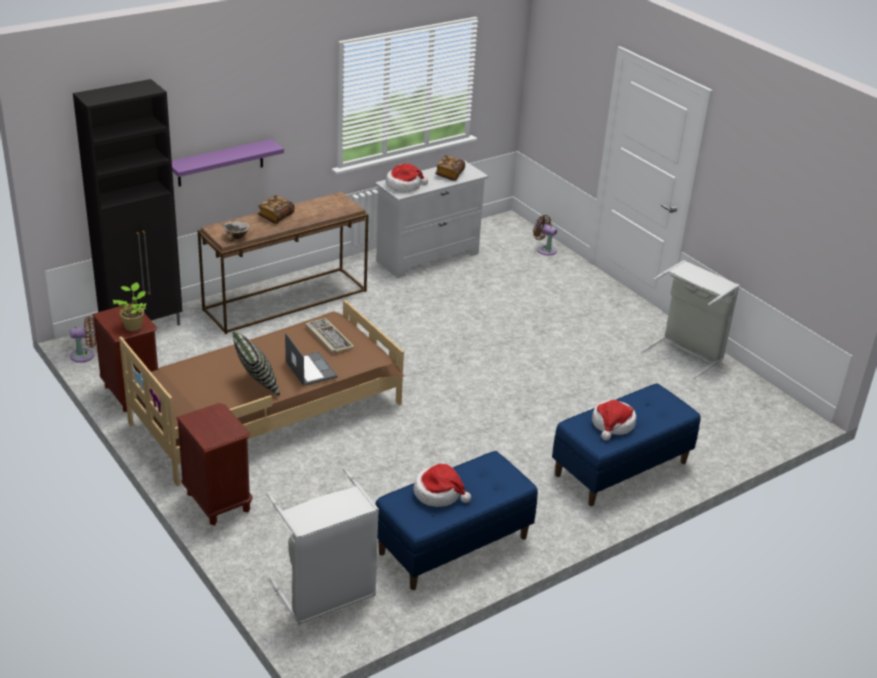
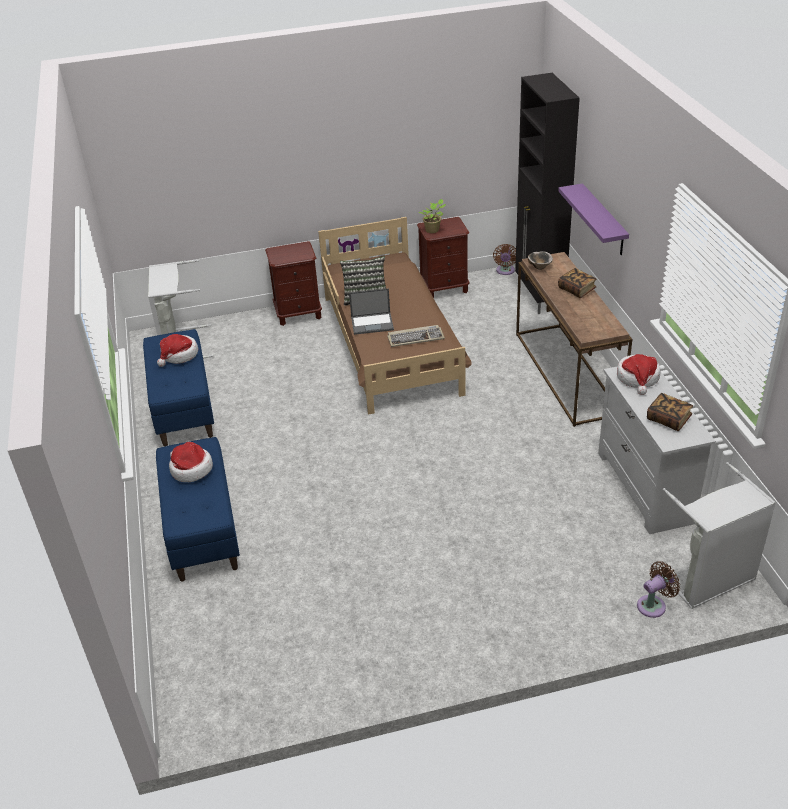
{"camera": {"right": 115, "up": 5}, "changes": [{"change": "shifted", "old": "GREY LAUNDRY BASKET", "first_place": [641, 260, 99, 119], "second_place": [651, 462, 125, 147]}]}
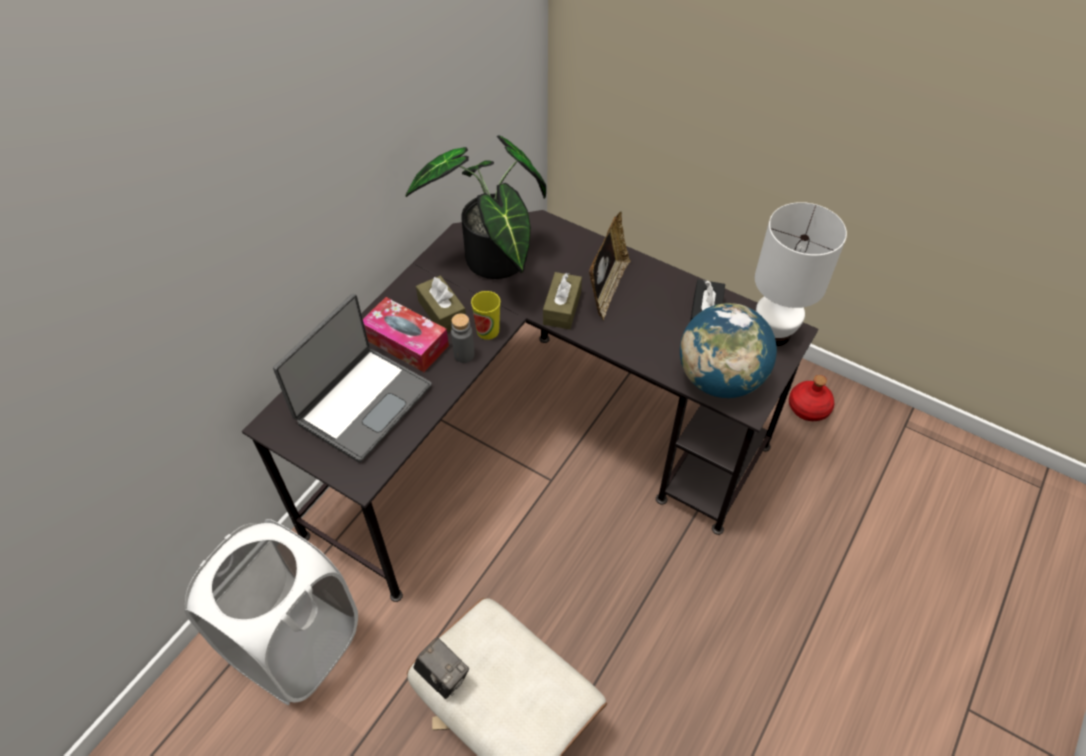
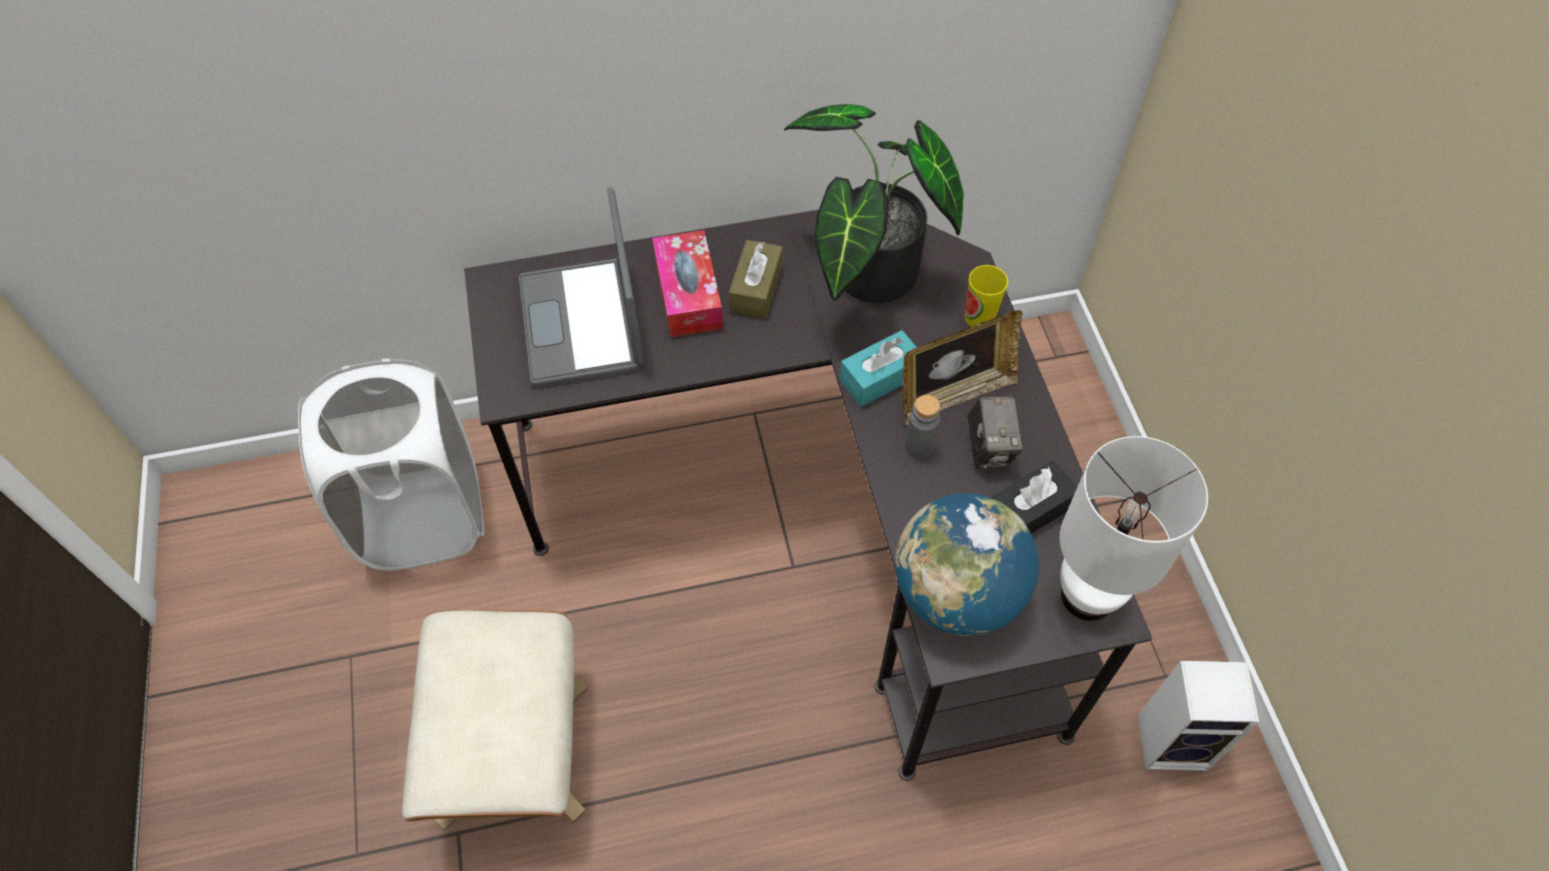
{"camera": {"right": 45, "up": 5}, "changes": [{"change": "rotated", "old": "LAPTOP", "first_place": [273, 294, 159, 168], "second_place": [519, 187, 125, 200], "degrees": 90}, {"change": "shifted", "old": "PHOTO CAMERA", "first_place": [414, 637, 55, 62], "second_place": [967, 396, 56, 73]}, {"change": "shifted", "old": "GREY BOTTLE", "first_place": [451, 313, 24, 50], "second_place": [905, 395, 35, 64]}, {"change": "shifted", "old": "CUP", "first_place": [471, 291, 29, 49], "second_place": [965, 265, 43, 62]}, {"change": "repainted", "old": "BROWN TISSUE BOX", "new": "TURQUOISE TISSUE BOX", "first_place": [543, 272, 39, 57], "second_place": [840, 330, 77, 77]}, {"change": "swapped", "old": "RED BOTTLE", "new": "SPEAKER", "first_place": [789, 375, 46, 46], "second_place": [1138, 661, 121, 110]}]}
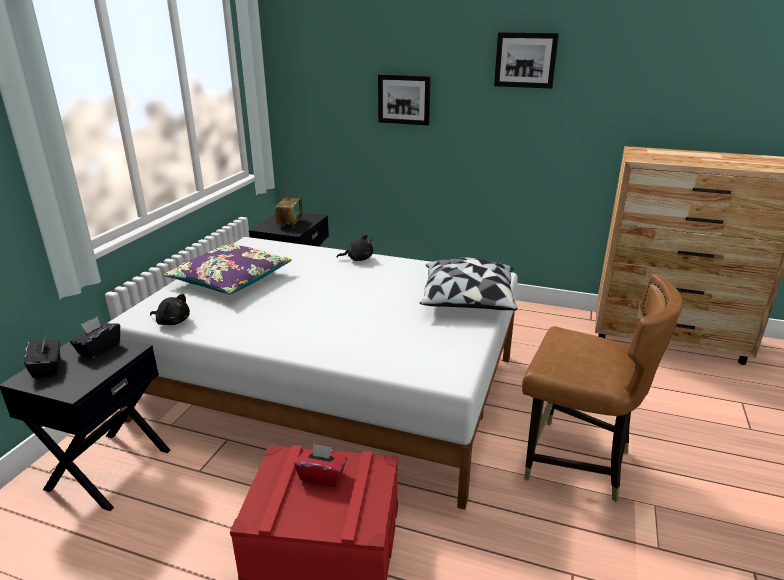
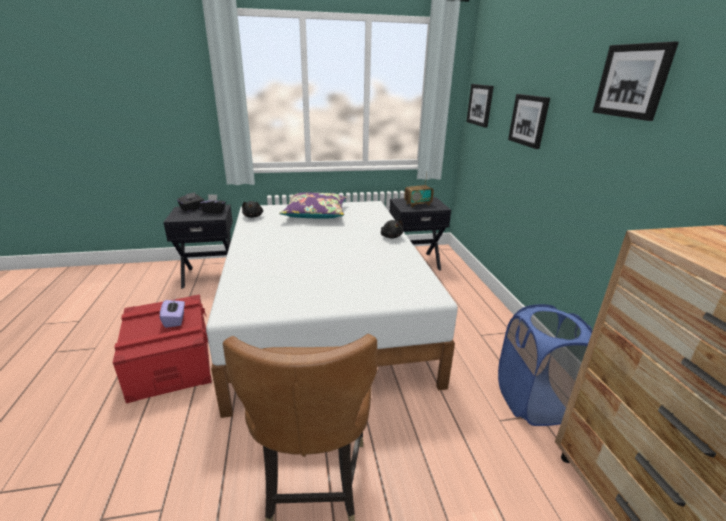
{"camera": {"right": 60, "up": 0}, "changes": [{"change": "repainted", "old": "RED TISSUE BOX", "new": "PURPLE TISSUE BOX", "first_place": [294, 443, 53, 44], "second_place": [160, 299, 25, 29]}, {"change": "gone", "old": "PILLOW", "first_place": [420, 258, 98, 52]}, {"change": "new", "new": "PICTURE", "second_place": [466, 84, 28, 44]}, {"change": "new", "new": "BLUE LAUNDRY BASKET", "second_place": [498, 304, 94, 122]}]}
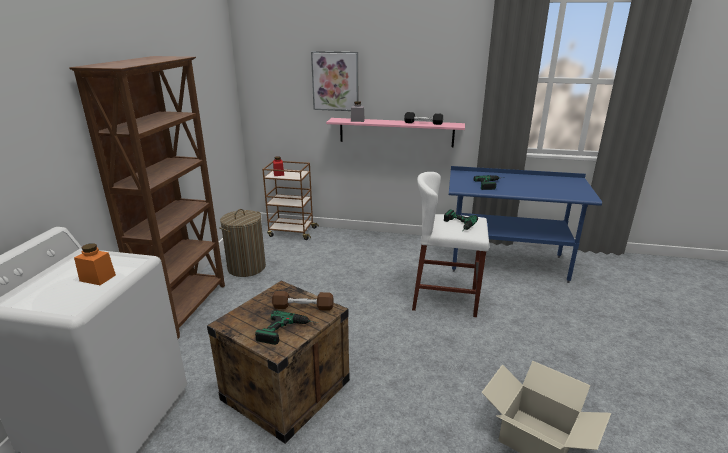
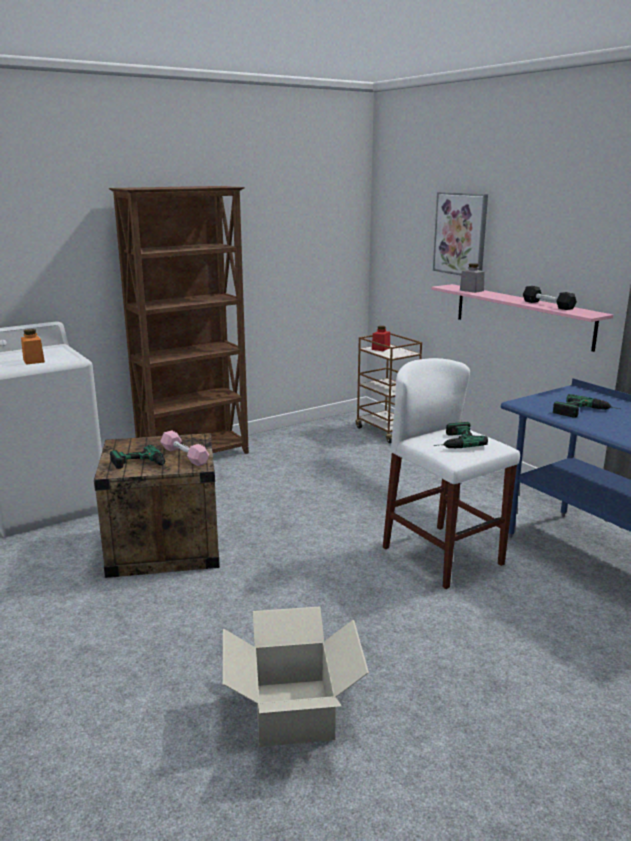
{"camera": {"right": 45, "up": -5}, "changes": [{"change": "gone", "old": "LAUNDRY BASKET", "first_place": [219, 209, 47, 68]}, {"change": "repainted", "old": "BROWN DUMBBELL", "new": "PINK DUMBBELL", "first_place": [272, 291, 62, 20], "second_place": [160, 430, 49, 36]}]}
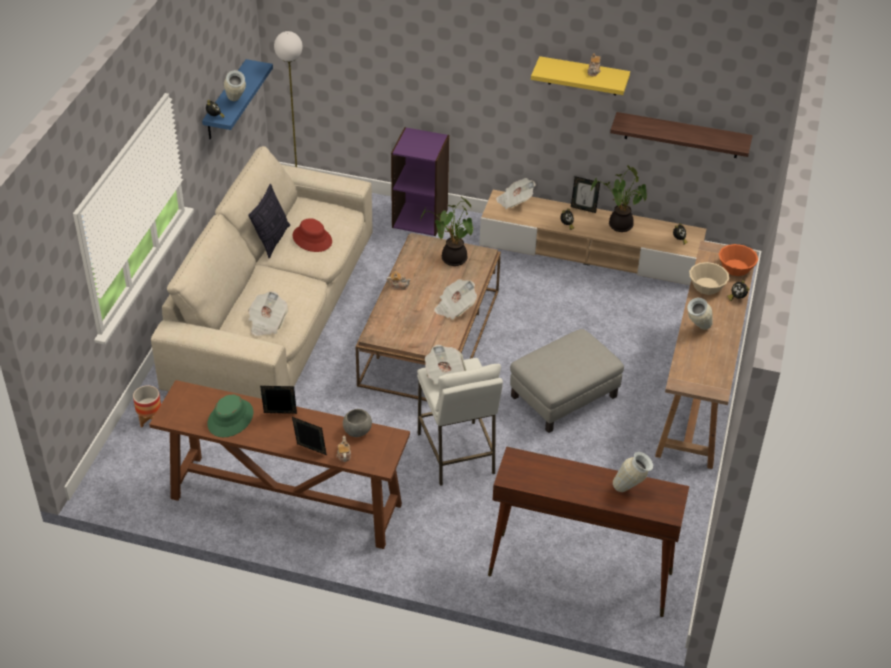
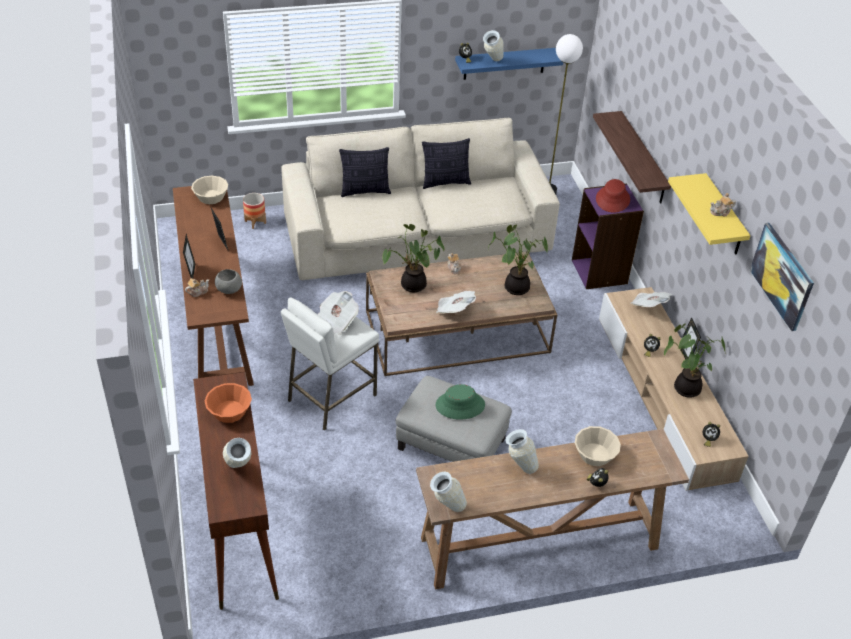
{"camera": {"right": 60, "up": 0}, "changes": [{"change": "shifted", "old": "GREEN HAT", "first_place": [207, 394, 46, 43], "second_place": [436, 384, 49, 36]}, {"change": "gone", "old": "NEWSPAPER", "first_place": [248, 291, 40, 45]}, {"change": "shifted", "old": "RED HAT", "first_place": [292, 218, 40, 34], "second_place": [596, 179, 34, 33]}, {"change": "shifted", "old": "SHELF", "first_place": [610, 112, 143, 46], "second_place": [593, 111, 78, 93]}, {"change": "shifted", "old": "ORANGE BOWL", "first_place": [719, 244, 39, 32], "second_place": [204, 383, 48, 40]}, {"change": "new", "new": "BEIGE BOWL", "second_place": [191, 176, 37, 28]}, {"change": "new", "new": "PILLOW", "second_place": [339, 147, 52, 50]}, {"change": "new", "new": "POTTED PLANT", "second_place": [382, 224, 63, 68]}, {"change": "new", "new": "VASE", "second_place": [430, 471, 37, 41]}, {"change": "new", "new": "PICTURE", "second_place": [750, 223, 64, 108]}]}
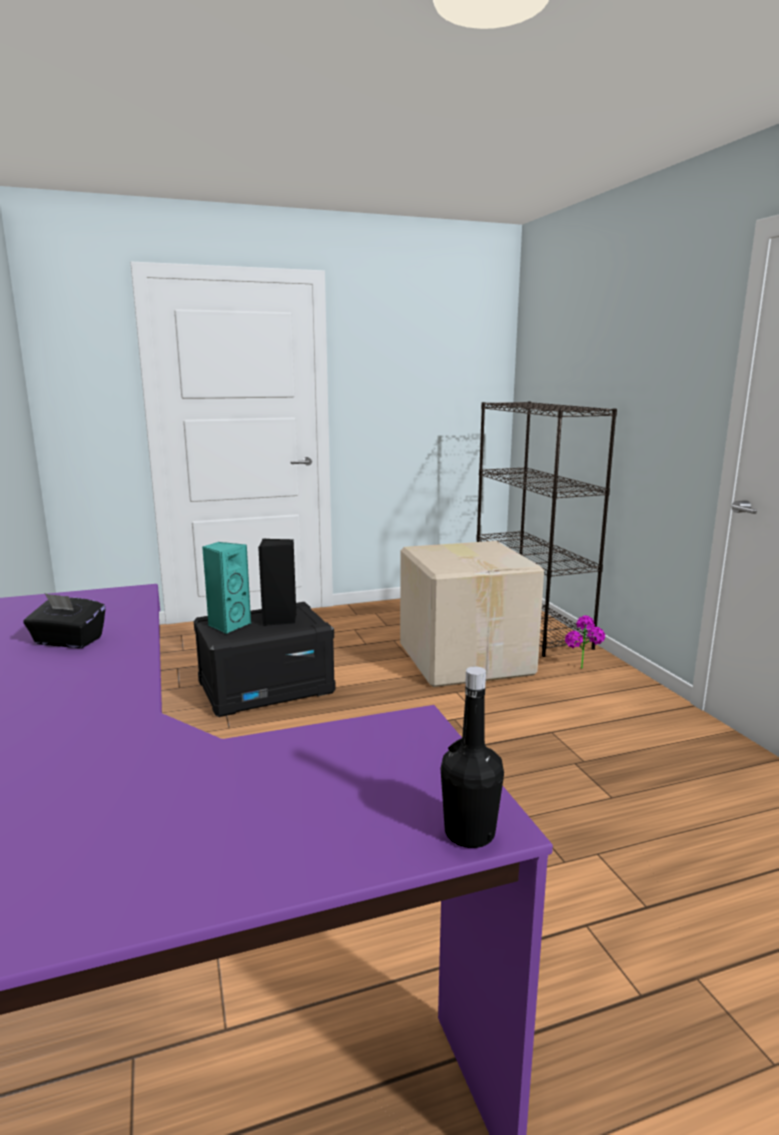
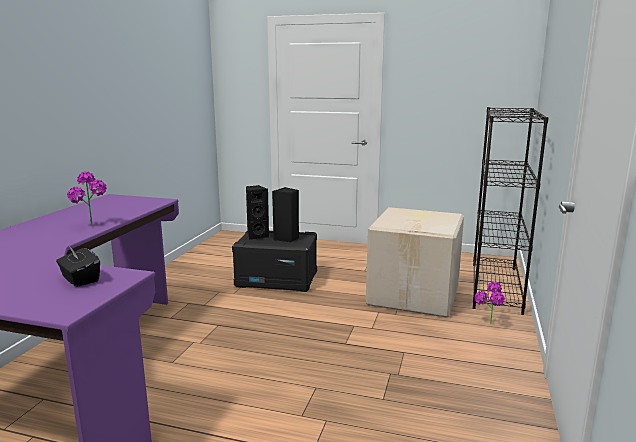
{"camera": {"right": 35, "up": 0}, "changes": [{"change": "shifted", "old": "BLACK TISSUE BOX", "first_place": [23, 593, 83, 55], "second_place": [56, 246, 44, 41]}, {"change": "repainted", "old": "TURQUOISE SPEAKER", "new": "BLACK SPEAKER", "first_place": [202, 542, 49, 92], "second_place": [246, 185, 23, 55]}, {"change": "gone", "old": "BLACK BOTTLE", "first_place": [440, 666, 64, 182]}, {"change": "new", "new": "POTTED PLANT", "second_place": [67, 172, 40, 52]}]}
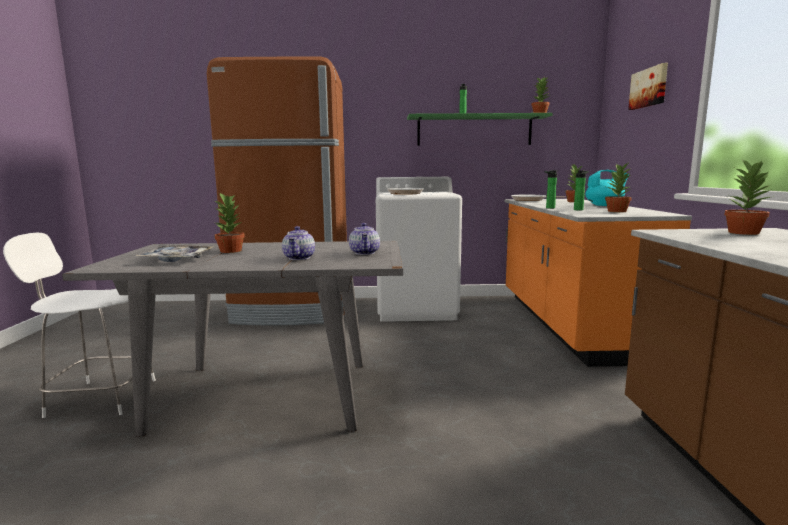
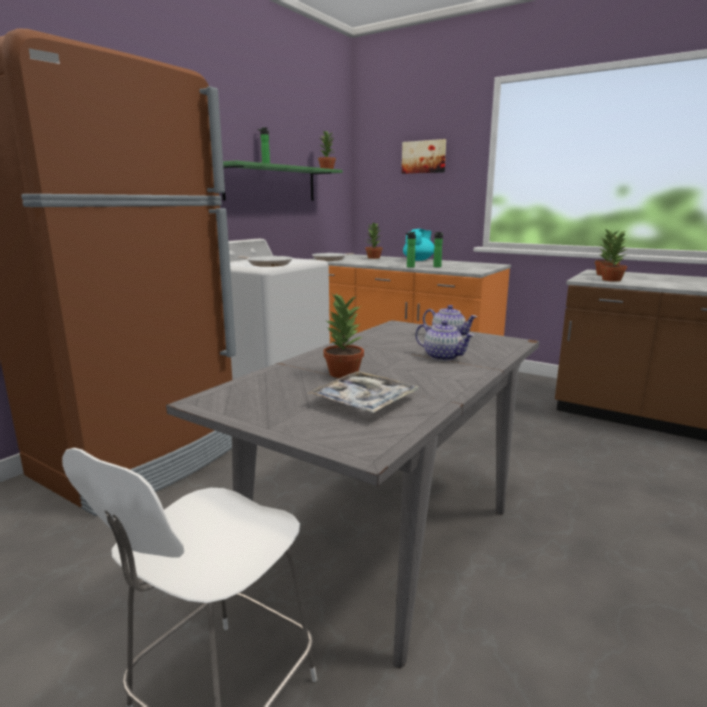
{"camera": {"right": -55, "up": 5}, "changes": [{"change": "shifted", "old": "POTTED PLANT", "first_place": [605, 163, 27, 49], "second_place": [600, 230, 27, 52]}]}
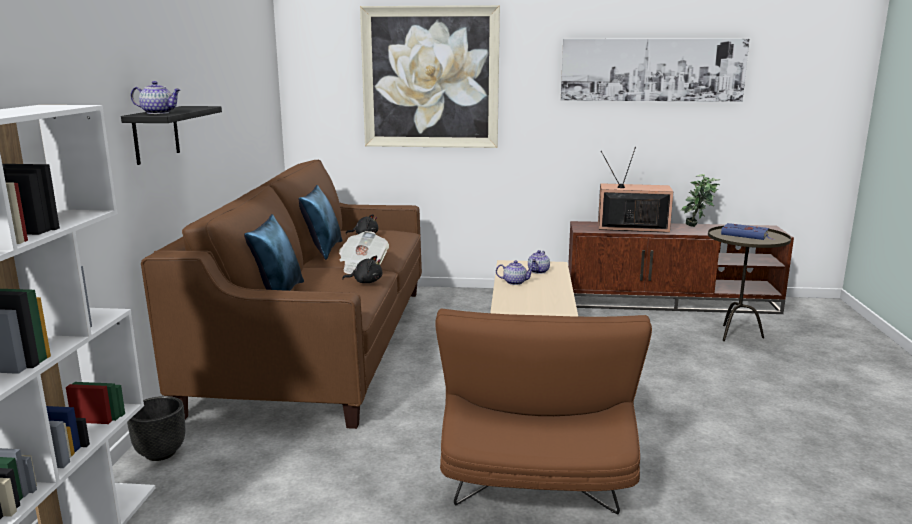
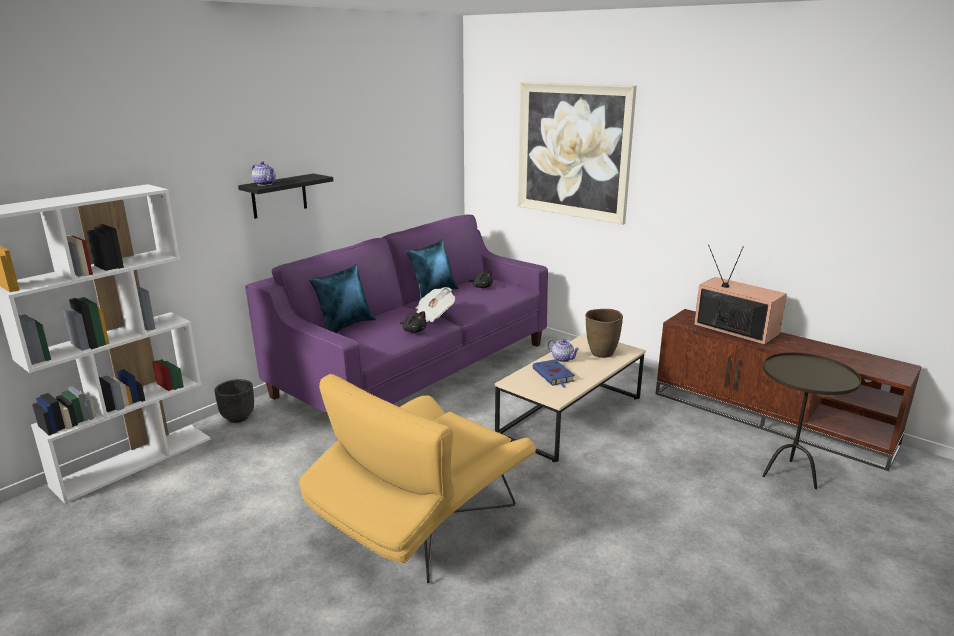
{"camera": {"right": 35, "up": 5}, "changes": [{"change": "repainted", "old": "BROWN SOFA", "new": "PURPLE SOFA", "first_place": [141, 160, 281, 269], "second_place": [245, 215, 303, 199]}, {"change": "repainted", "old": "BROWN ARMCHAIR", "new": "YELLOW ARMCHAIR", "first_place": [435, 309, 217, 206], "second_place": [299, 374, 238, 209]}, {"change": "swapped", "old": "TEAPOT", "new": "BROWN VASE", "first_place": [528, 250, 22, 24], "second_place": [586, 309, 37, 49]}, {"change": "gone", "old": "PICTURE", "first_place": [561, 39, 189, 63]}, {"change": "gone", "old": "POTTED PLANT", "first_place": [681, 174, 39, 53]}, {"change": "shifted", "old": "BLUE BOOK", "first_place": [721, 223, 53, 17], "second_place": [532, 359, 43, 29]}]}
